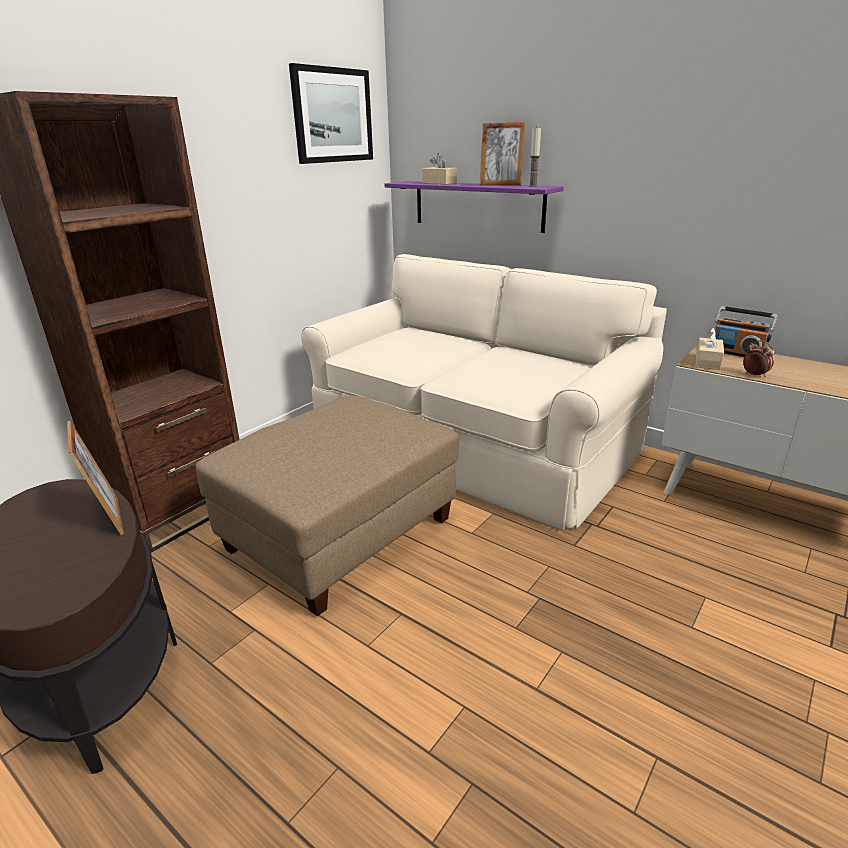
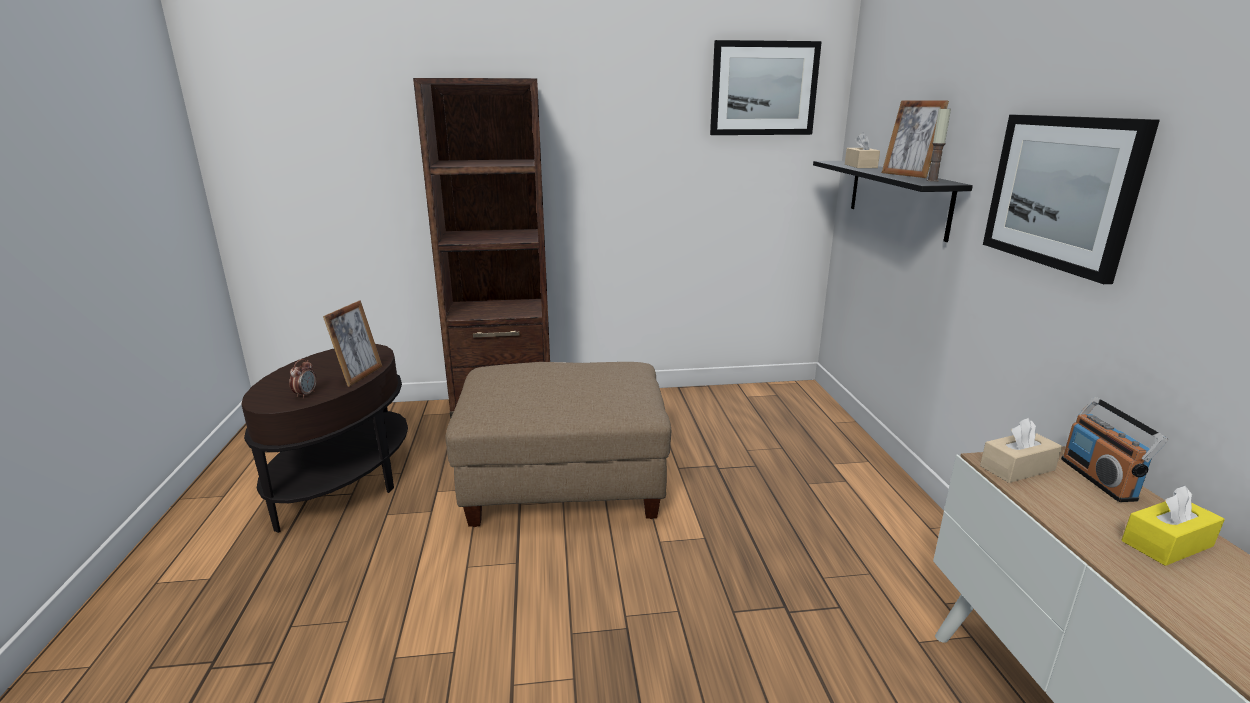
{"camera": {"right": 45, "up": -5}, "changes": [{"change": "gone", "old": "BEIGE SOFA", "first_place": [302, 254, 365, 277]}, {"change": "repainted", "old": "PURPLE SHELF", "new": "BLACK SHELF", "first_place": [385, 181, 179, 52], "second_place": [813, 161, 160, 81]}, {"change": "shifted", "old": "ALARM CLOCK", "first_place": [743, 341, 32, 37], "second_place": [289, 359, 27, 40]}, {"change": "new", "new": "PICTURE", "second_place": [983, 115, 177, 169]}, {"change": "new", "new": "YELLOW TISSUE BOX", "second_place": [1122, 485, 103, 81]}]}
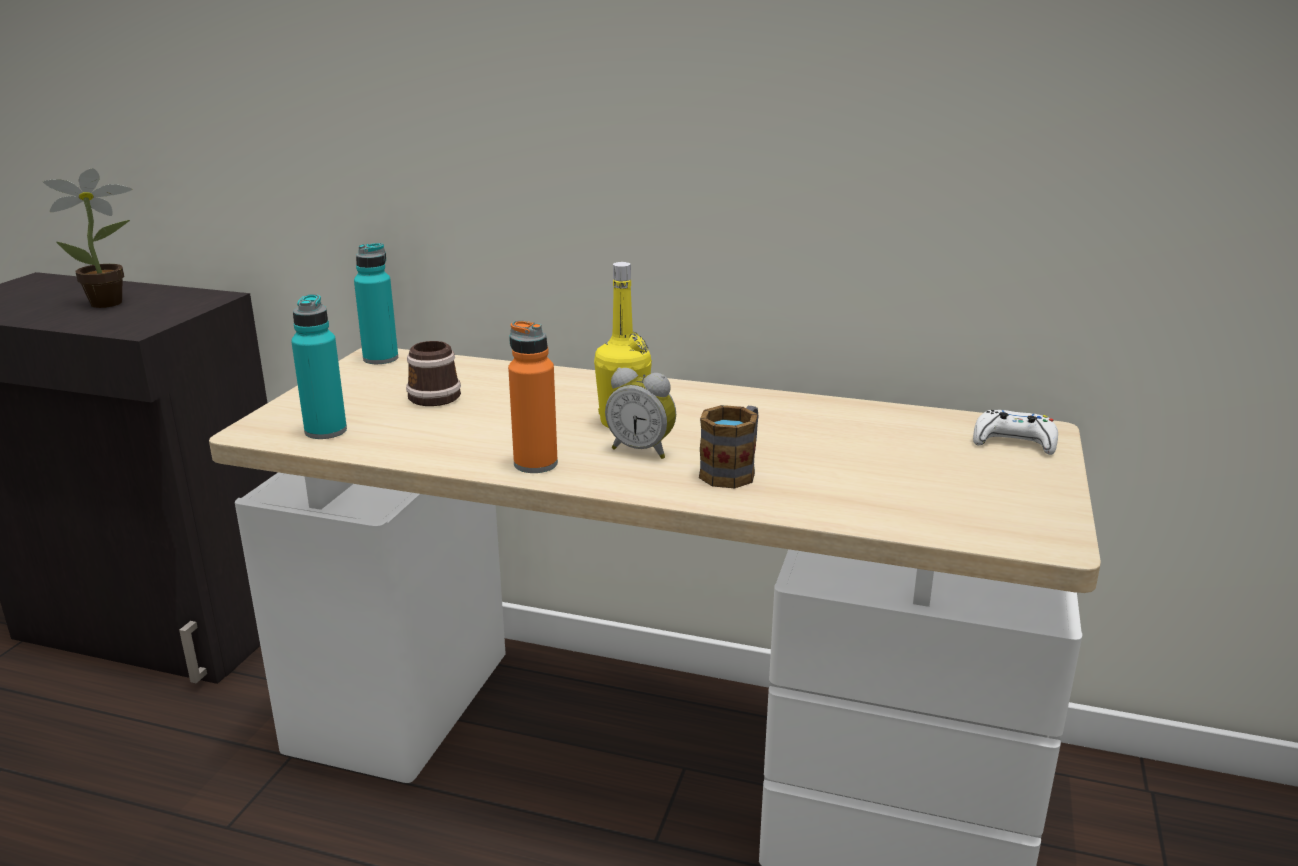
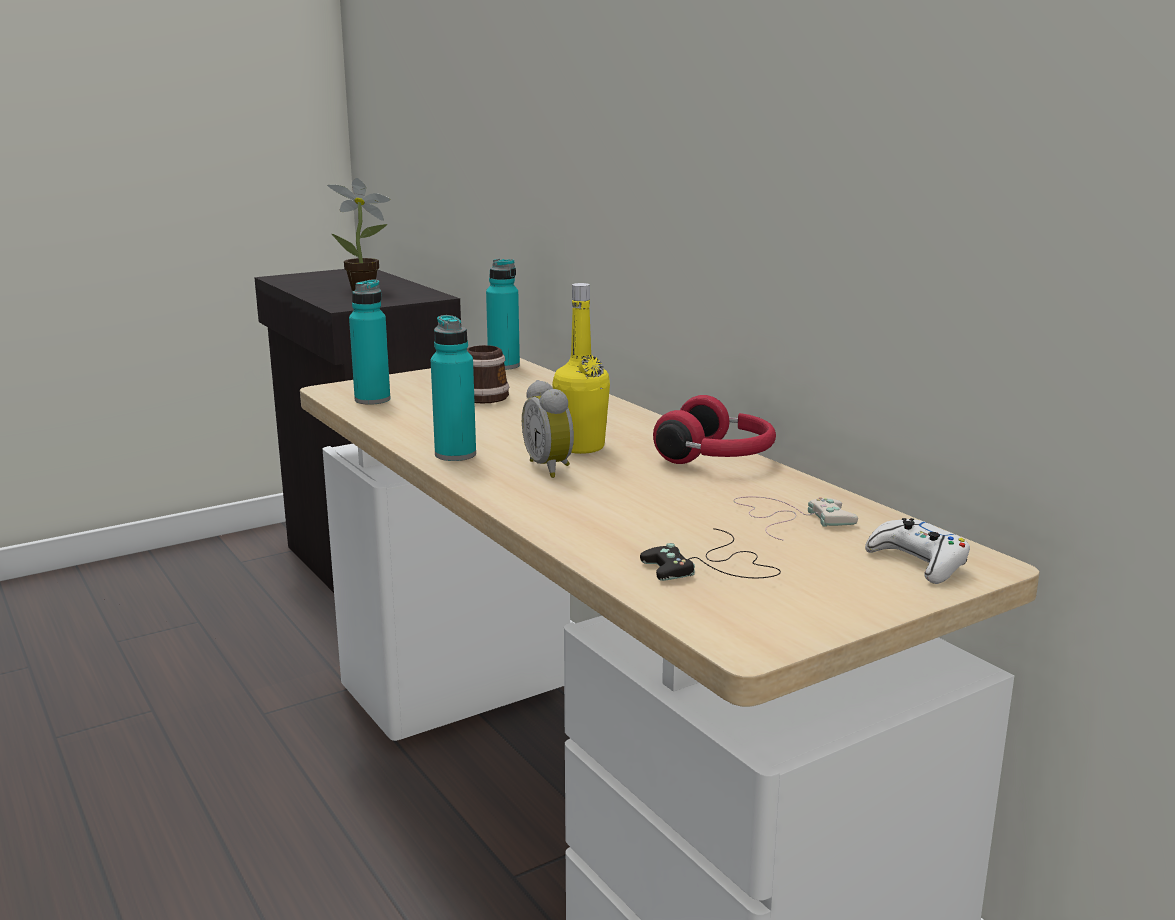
{"camera": {"right": 40, "up": -5}, "changes": [{"change": "repainted", "old": "ORANGE BOTTLE", "new": "TURQUOISE BOTTLE", "first_place": [508, 320, 50, 153], "second_place": [431, 315, 45, 146]}, {"change": "gone", "old": "MUG", "first_place": [699, 405, 59, 83]}, {"change": "new", "new": "BLACK GAME CONTROLLER", "second_place": [640, 528, 141, 53]}, {"change": "new", "new": "RED HEADPHONES", "second_place": [653, 395, 123, 69]}, {"change": "new", "new": "WHITE GAME CONTROLLER", "second_place": [733, 496, 125, 45]}]}
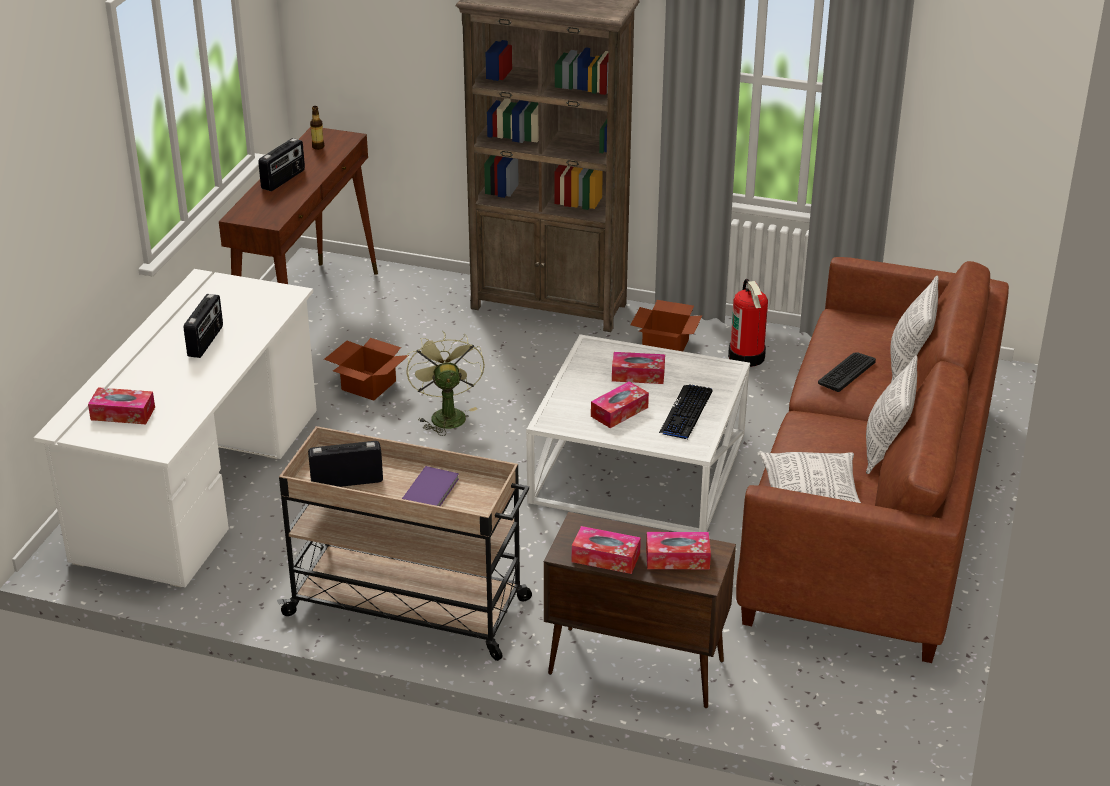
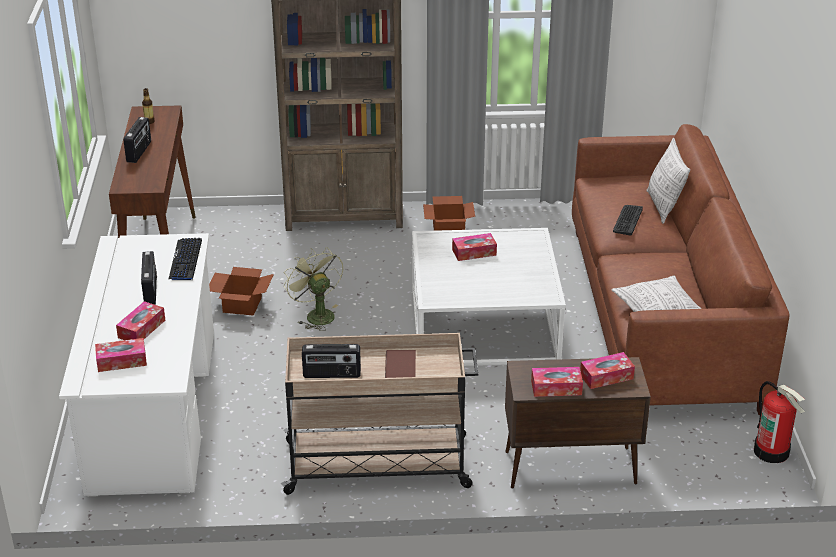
{"camera": {"right": -20, "up": 0}, "changes": [{"change": "rotated", "old": "RADIO", "first_place": [308, 441, 75, 46], "second_place": [302, 344, 59, 34], "degrees": -150}, {"change": "repainted", "old": "PURPLE BOOK", "new": "BROWN BOOK", "first_place": [402, 466, 57, 40], "second_place": [385, 350, 31, 28]}, {"change": "shifted", "old": "TISSUE BOX", "first_place": [591, 381, 58, 47], "second_place": [116, 301, 49, 39]}, {"change": "shifted", "old": "KEYBOARD", "first_place": [659, 384, 54, 55], "second_place": [168, 238, 34, 42]}, {"change": "shifted", "old": "FIRE EXTINGUISHER", "first_place": [728, 279, 40, 88], "second_place": [754, 381, 51, 82]}, {"change": "gone", "old": "PILLOW", "first_place": [866, 355, 52, 119]}]}
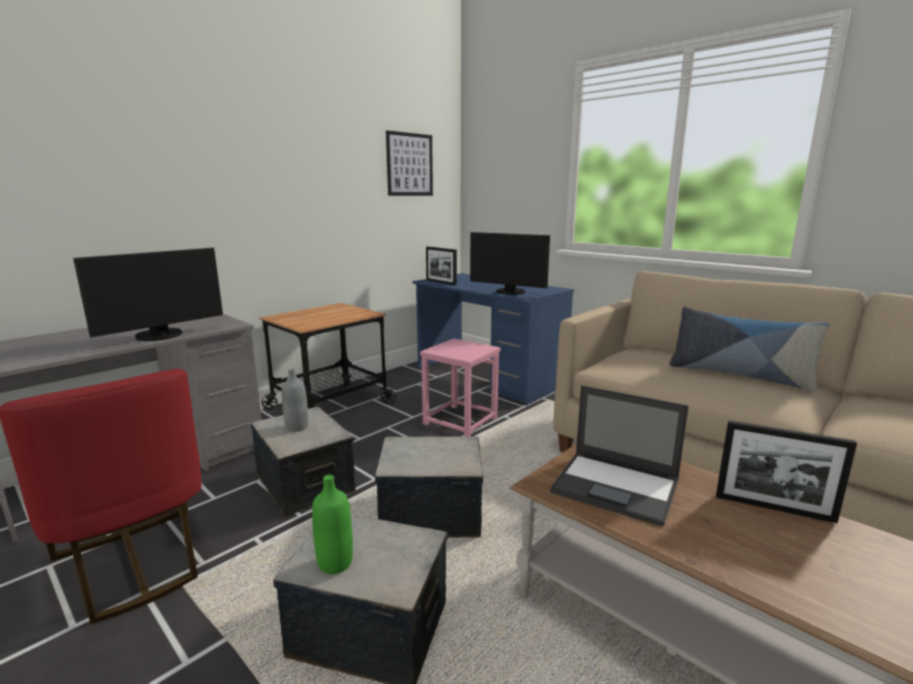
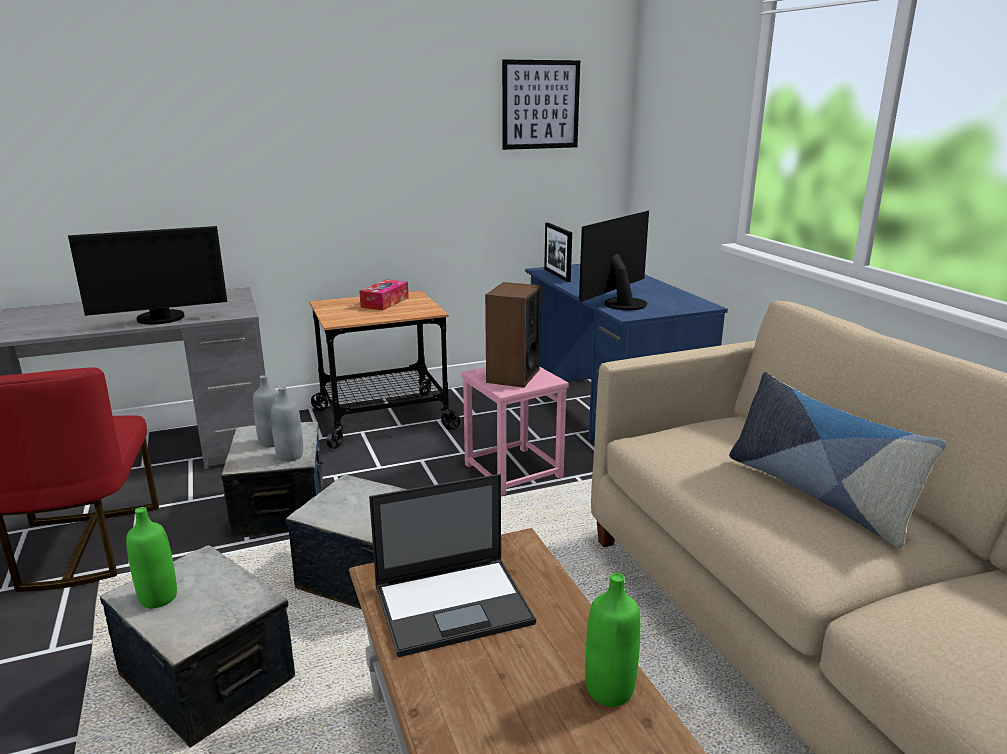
{"camera": {"right": 25, "up": 5}, "changes": [{"change": "rotated", "old": "MONITOR", "first_place": [470, 232, 80, 63], "second_place": [579, 211, 70, 99], "degrees": 75}, {"change": "rotated", "old": "LAPTOP", "first_place": [550, 385, 139, 142], "second_place": [369, 474, 167, 183], "degrees": -75}, {"change": "swapped", "old": "PICTURE FRAME", "new": "GREEN BOTTLE", "first_place": [716, 420, 141, 103], "second_place": [585, 573, 56, 134]}, {"change": "new", "new": "GREY BOTTLE", "second_place": [271, 387, 32, 75]}, {"change": "new", "new": "TISSUE BOX", "second_place": [359, 279, 50, 31]}, {"change": "new", "new": "SPEAKER", "second_place": [485, 282, 56, 106]}]}
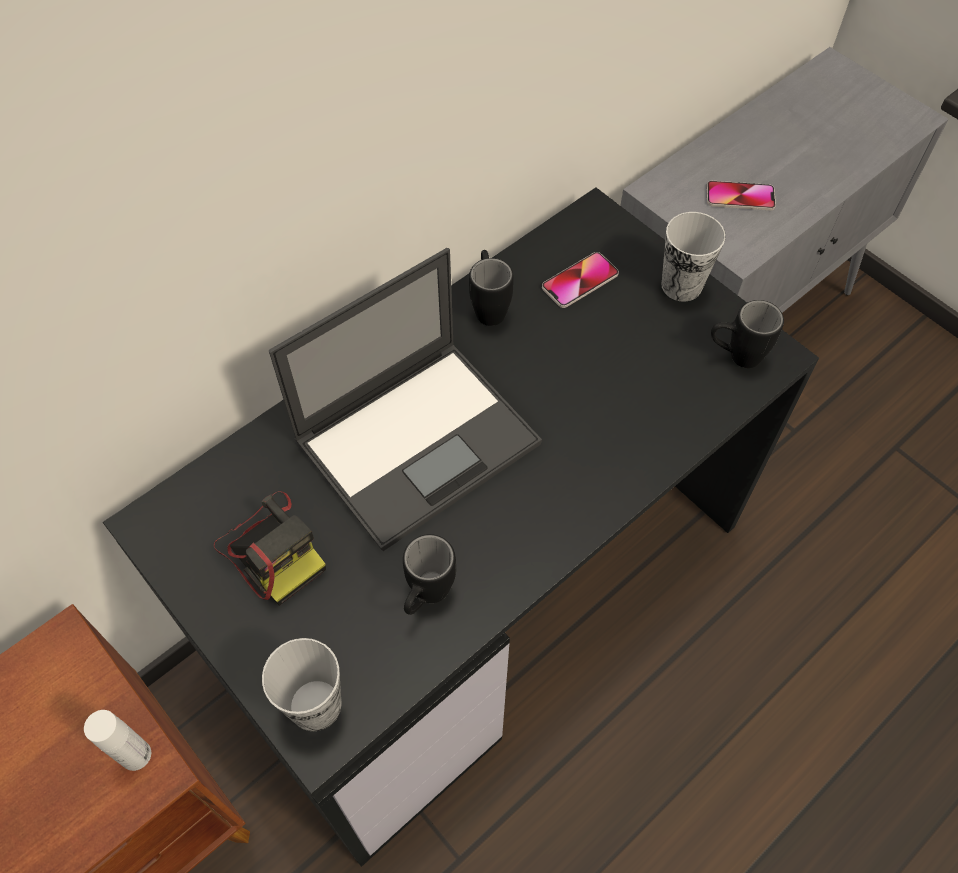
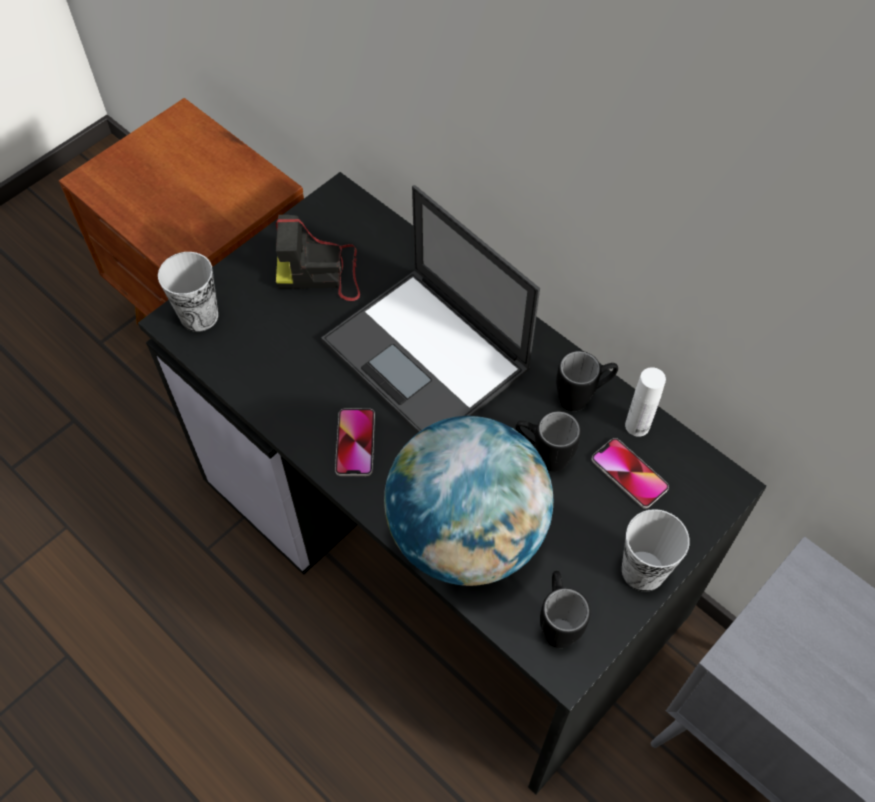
{"camera": {"right": 85, "up": 0}, "changes": [{"change": "shifted", "old": "WHITE BOTTLE", "first_place": [84, 710, 67, 61], "second_place": [625, 367, 41, 70]}, {"change": "rotated", "old": "PHOTO CAMERA", "first_place": [214, 491, 112, 115], "second_place": [276, 215, 84, 86], "degrees": 45}, {"change": "shifted", "old": "BLACK MUG", "first_place": [403, 534, 53, 81], "second_place": [515, 411, 66, 61]}, {"change": "shifted", "old": "PHONE", "first_place": [706, 181, 70, 29], "second_place": [335, 409, 40, 67]}, {"change": "new", "new": "GLOBE", "second_place": [384, 416, 169, 170]}]}
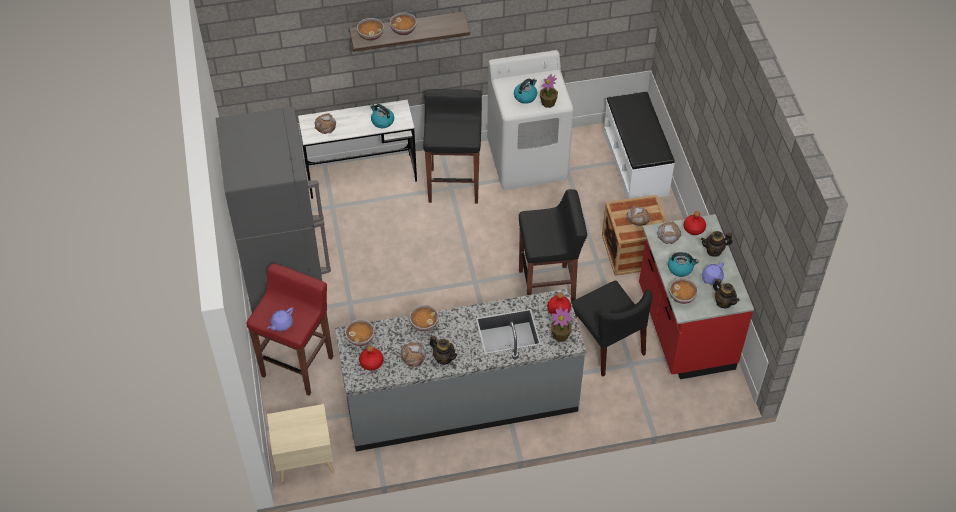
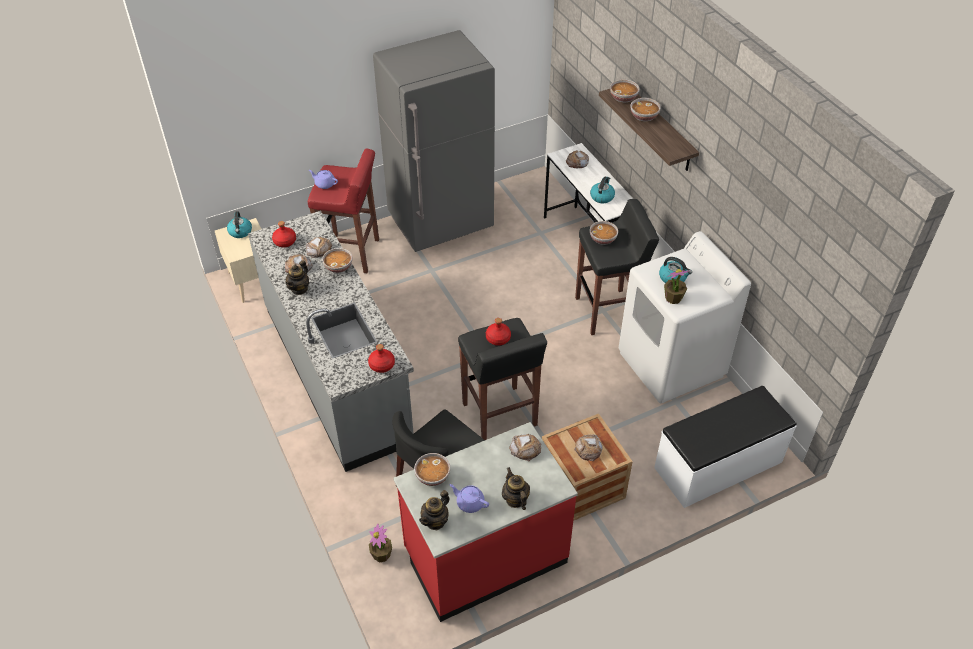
{"camera": {"right": 75, "up": -5}, "changes": [{"change": "shifted", "old": "BOWL", "first_place": [345, 319, 29, 27], "second_place": [590, 221, 28, 24]}, {"change": "shifted", "old": "POTTED PLANT", "first_place": [551, 307, 22, 35], "second_place": [369, 524, 23, 38]}, {"change": "shifted", "old": "KETTLE", "first_place": [668, 252, 31, 25], "second_place": [227, 211, 25, 27]}, {"change": "shifted", "old": "RED BOTTLE", "first_place": [684, 211, 22, 24], "second_place": [486, 318, 25, 28]}, {"change": "new", "new": "BREAD", "second_place": [306, 237, 26, 21]}]}
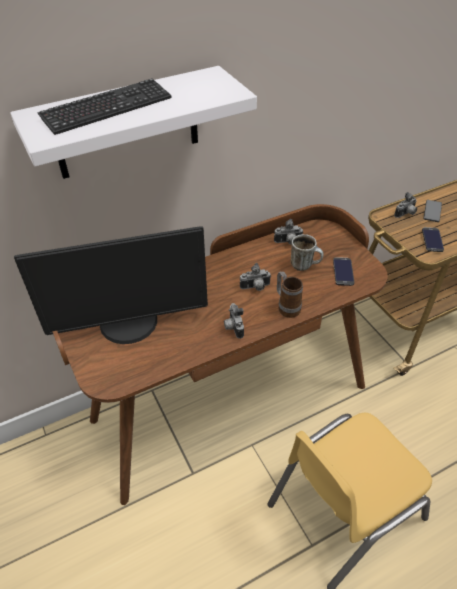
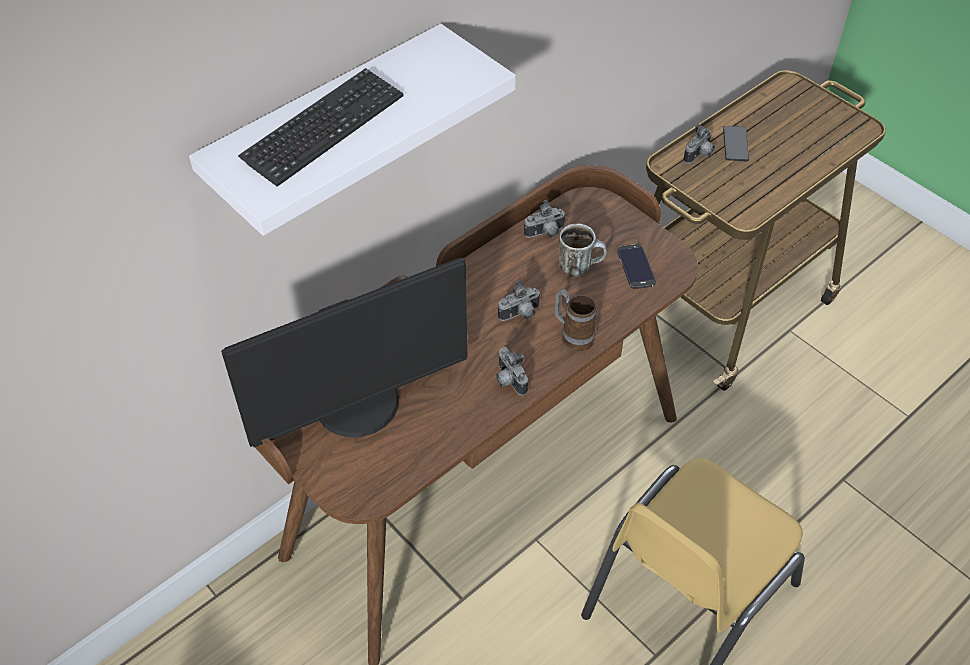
{"camera": {"right": -15, "up": 5}, "changes": [{"change": "gone", "old": "PHONE", "first_place": [422, 227, 22, 25]}]}
